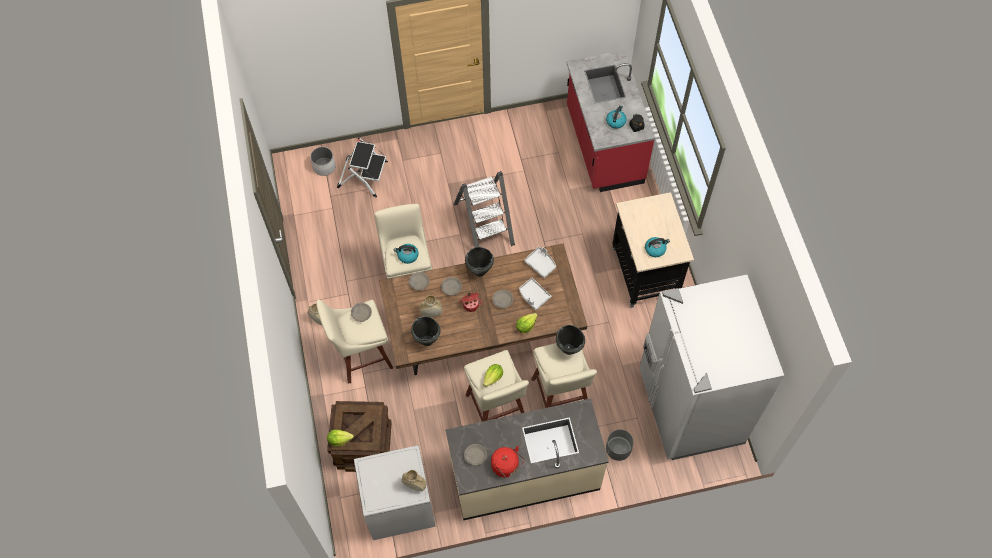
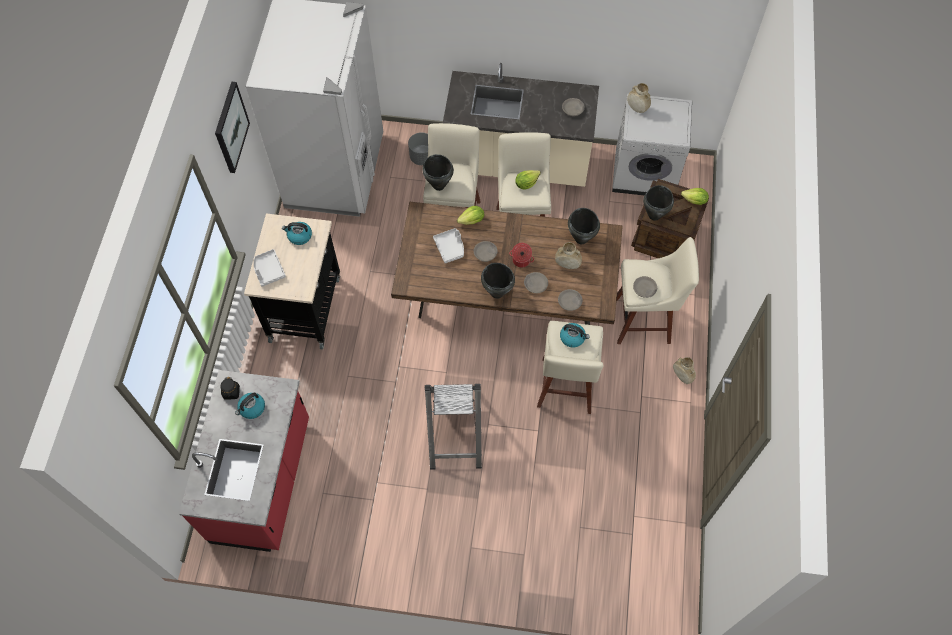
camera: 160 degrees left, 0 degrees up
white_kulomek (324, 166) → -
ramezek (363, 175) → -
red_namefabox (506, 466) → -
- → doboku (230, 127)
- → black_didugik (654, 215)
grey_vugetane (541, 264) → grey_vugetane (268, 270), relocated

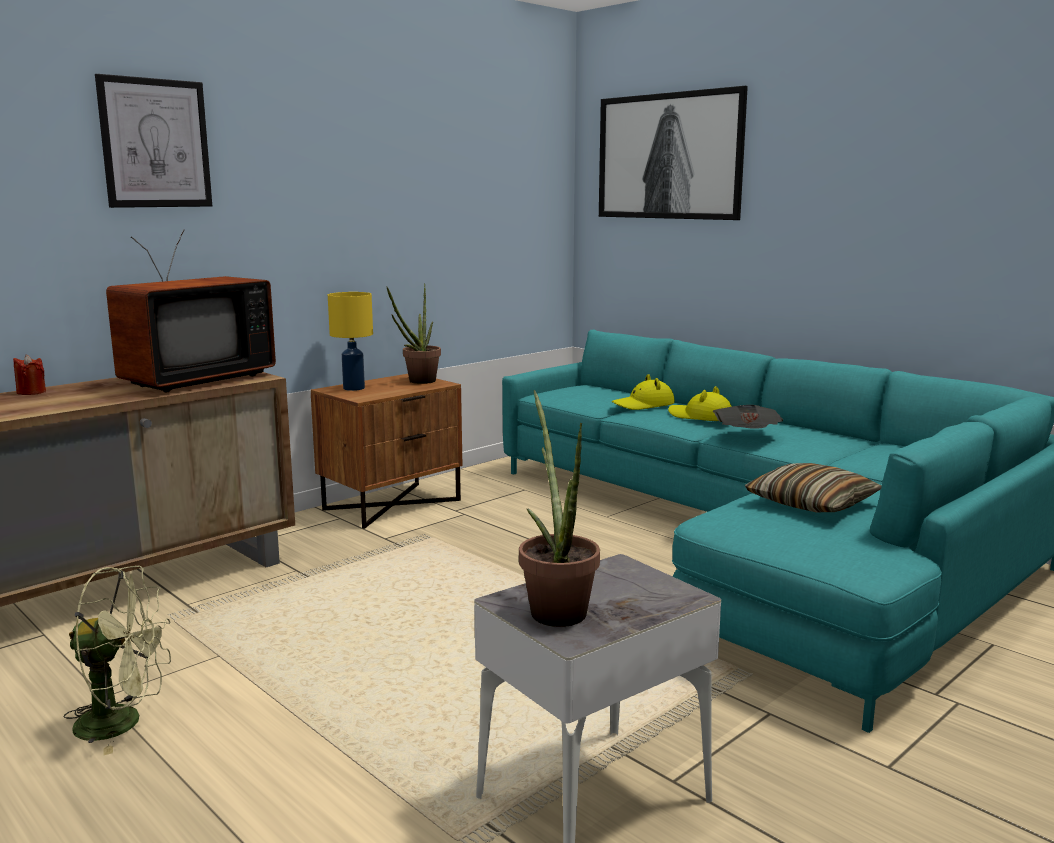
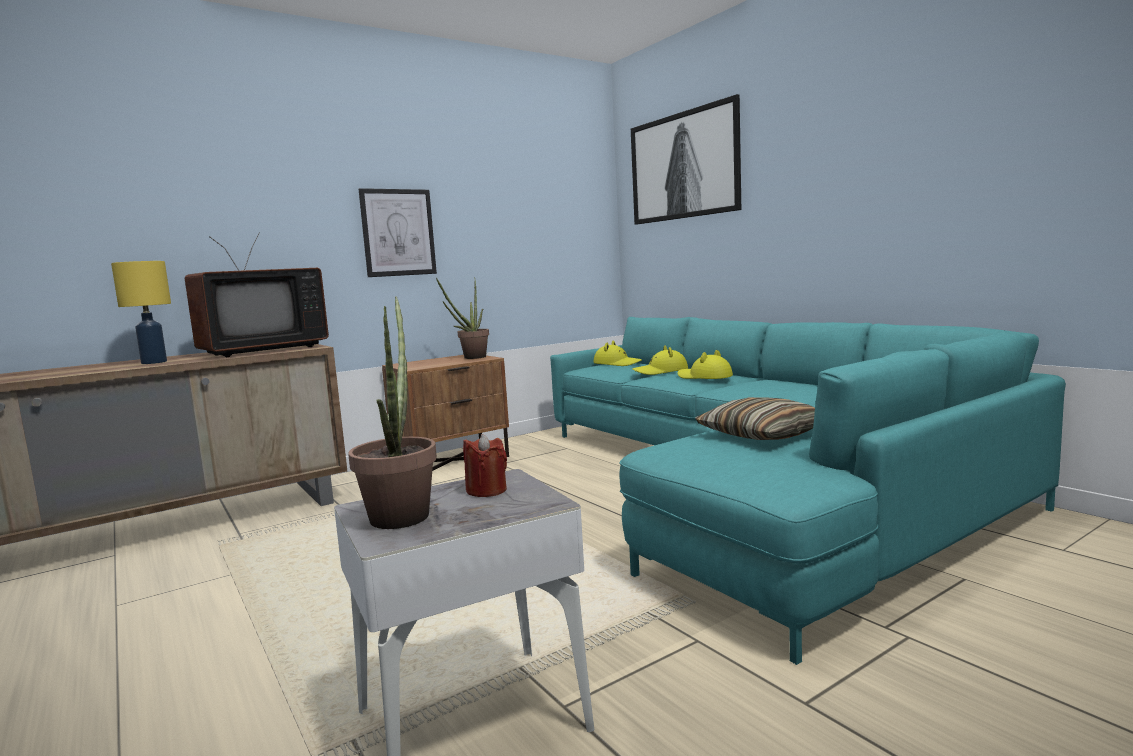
camera: 10 degrees right, 5 degrees down
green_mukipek (123, 722) → -
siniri (747, 436) → -
- → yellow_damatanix (617, 364)
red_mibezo (31, 392) → red_mibezo (486, 490), relocated
doboku (155, 143) → doboku (398, 232), relocated
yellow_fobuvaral (353, 388) → yellow_fobuvaral (154, 362), relocated

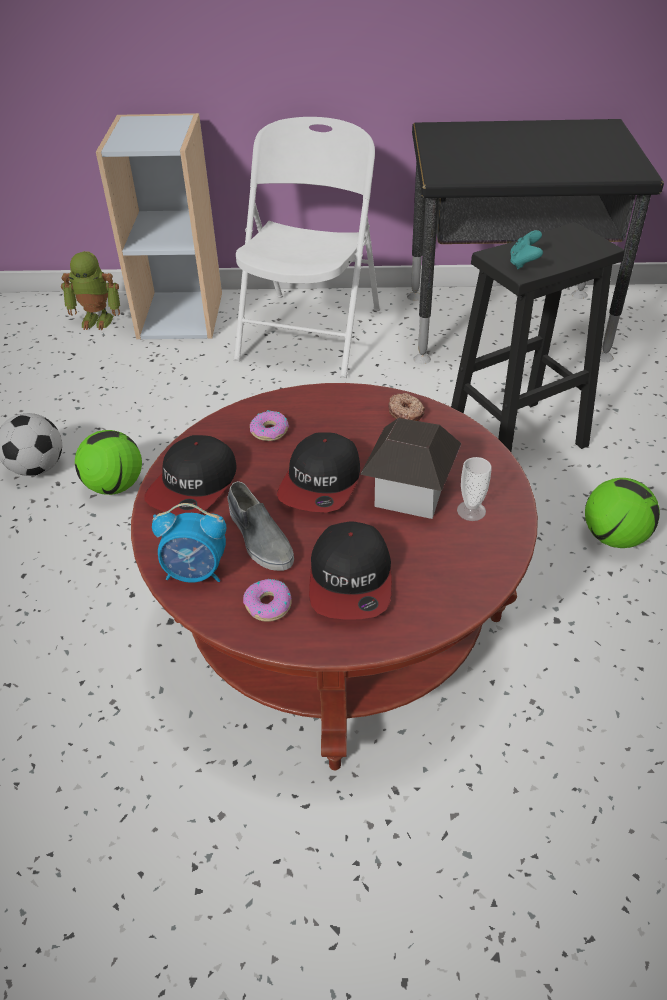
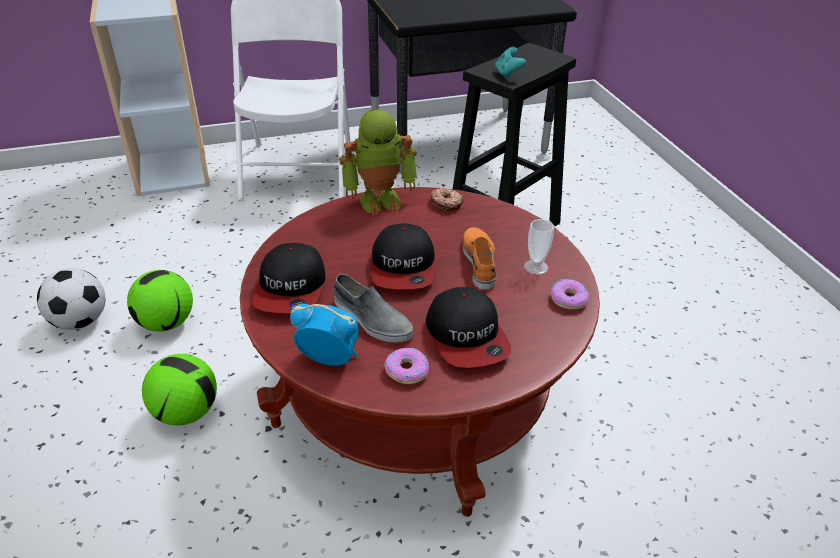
camera: 20 degrees left, 5 degrees down
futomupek (98, 319) → futomupek (380, 199), relocated
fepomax (270, 431) → fepomax (569, 299), relocated
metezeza (614, 537) → metezeza (186, 412), relocated
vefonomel (409, 492) → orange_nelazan (480, 261)
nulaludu (196, 572) → nulaludu (329, 358), 150 degrees counterclockwise

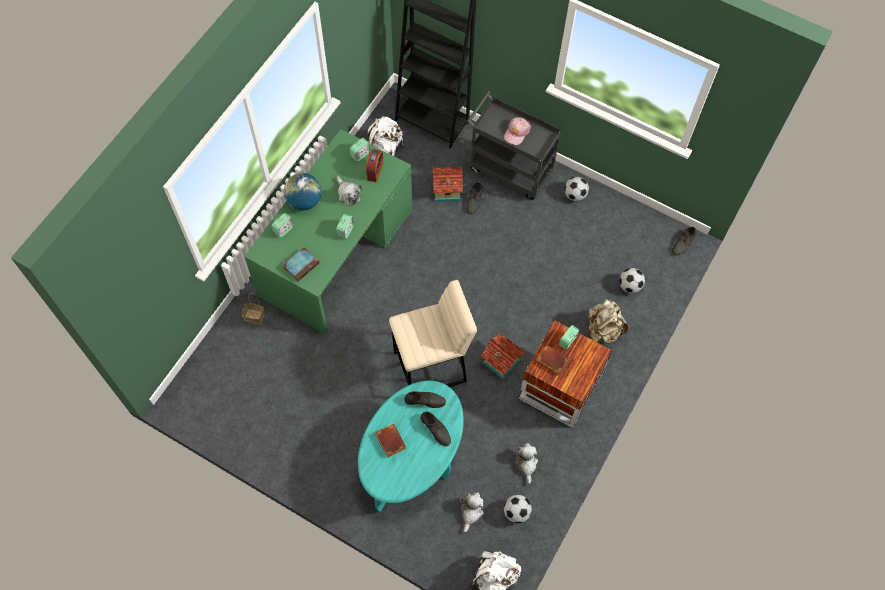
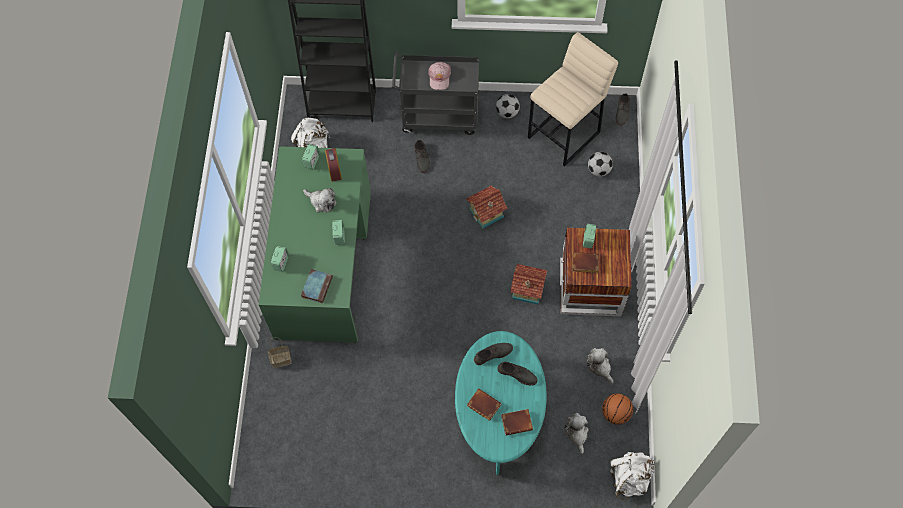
camera: 25 degrees left, 0 degrees up
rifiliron (304, 201) → -
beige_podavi (603, 330) → -
- → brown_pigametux (517, 422)
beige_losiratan (432, 366) → beige_losiratan (565, 133), relocated
vefonomel (447, 191) → vefonomel (487, 214), relocated
metezeza (516, 512) → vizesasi (615, 413)

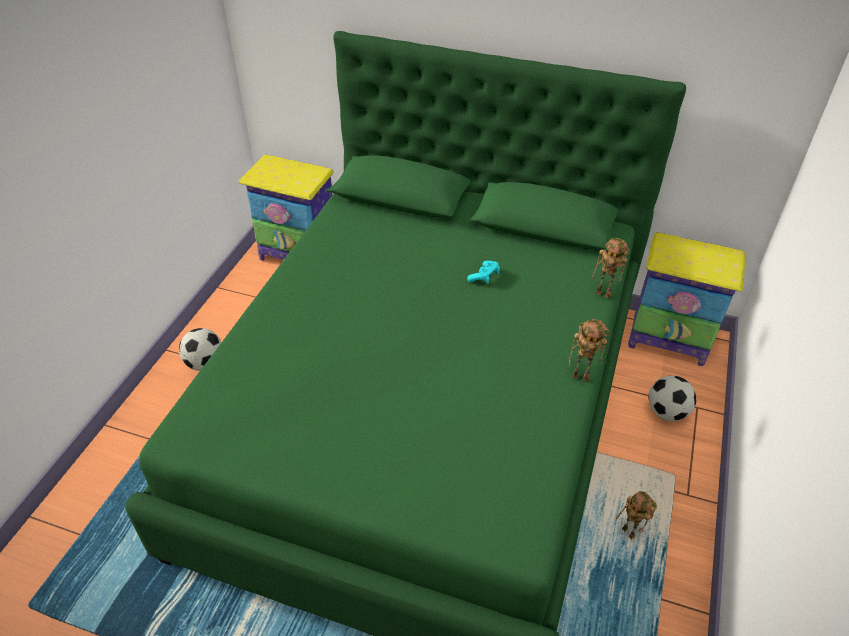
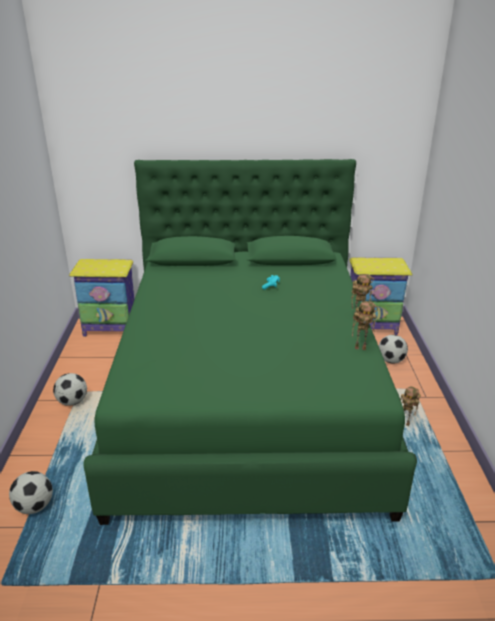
camera: 20 degrees left, 15 degrees down
- → metezeza (34, 506)
futomupek (605, 293) → futomupek (361, 347), relocated

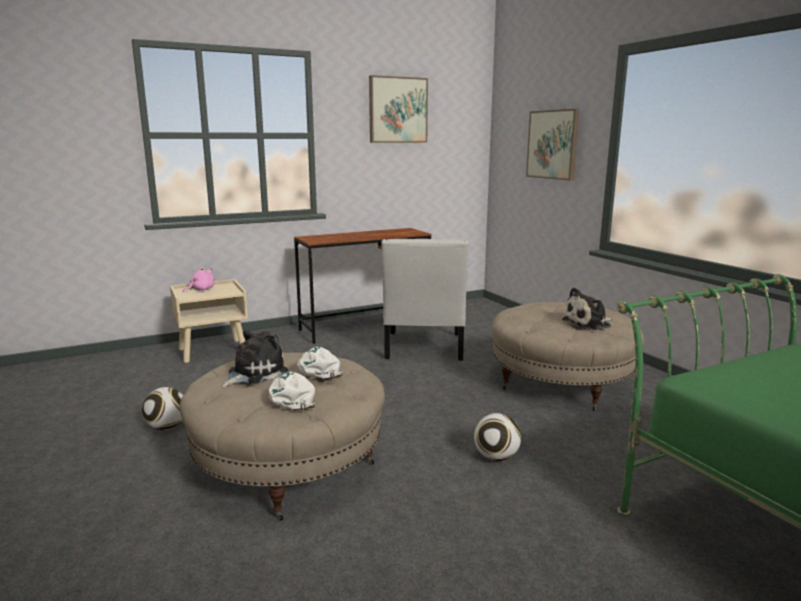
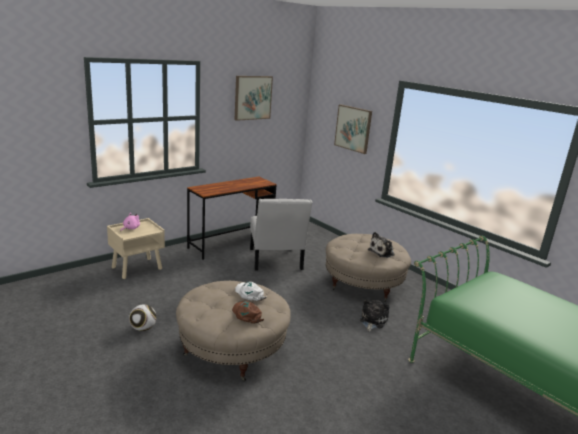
camera: 15 degrees left, 5 degrees up
metezeza (496, 457) → -
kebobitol (254, 373) → kebobitol (372, 321), relocated
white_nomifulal (292, 396) → brown_nomifulal (246, 314)

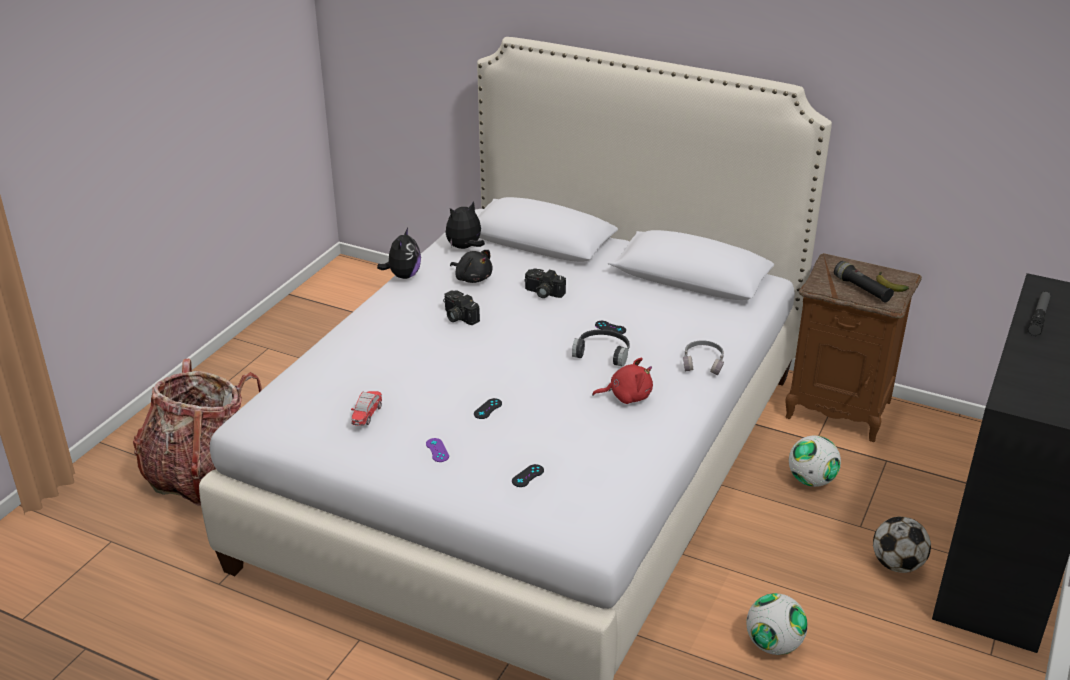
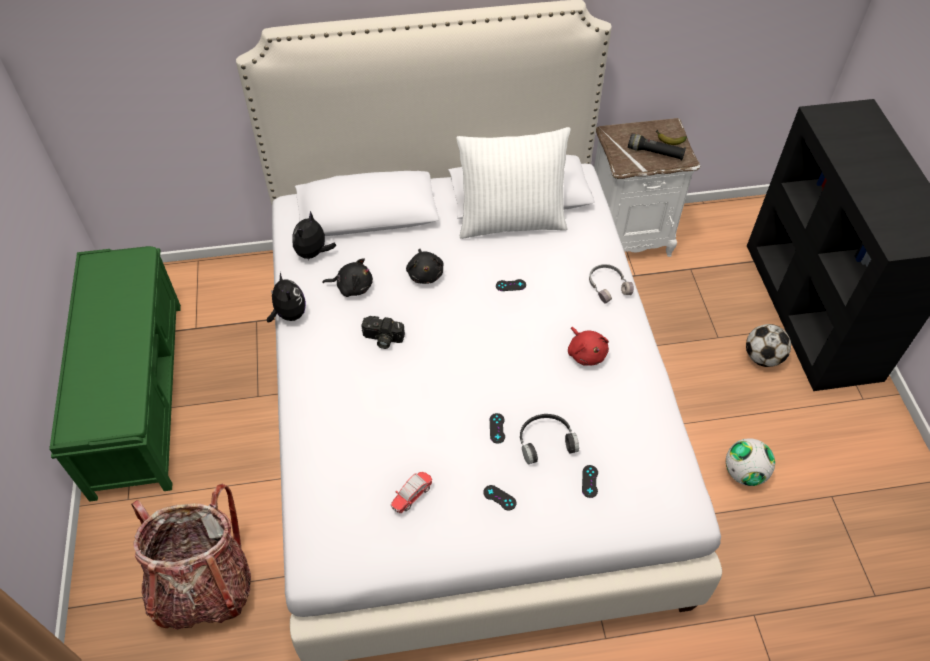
camera: 35 degrees left, 20 degrees up
metezeza (811, 480) → -
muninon (1038, 317) → -
- → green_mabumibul (138, 394)
- → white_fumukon (511, 220)
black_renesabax (603, 352) → black_renesabax (545, 441), relocated
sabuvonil (543, 293) → black_kebobitol (425, 274)
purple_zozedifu (437, 450) → black_zozedifu (499, 497)
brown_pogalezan (839, 410) → white_pogalezan (628, 238)
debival (367, 415) → debival (412, 496), 60 degrees clockwise
red_kebobitol (627, 396) → red_kebobitol (586, 353), 105 degrees clockwise

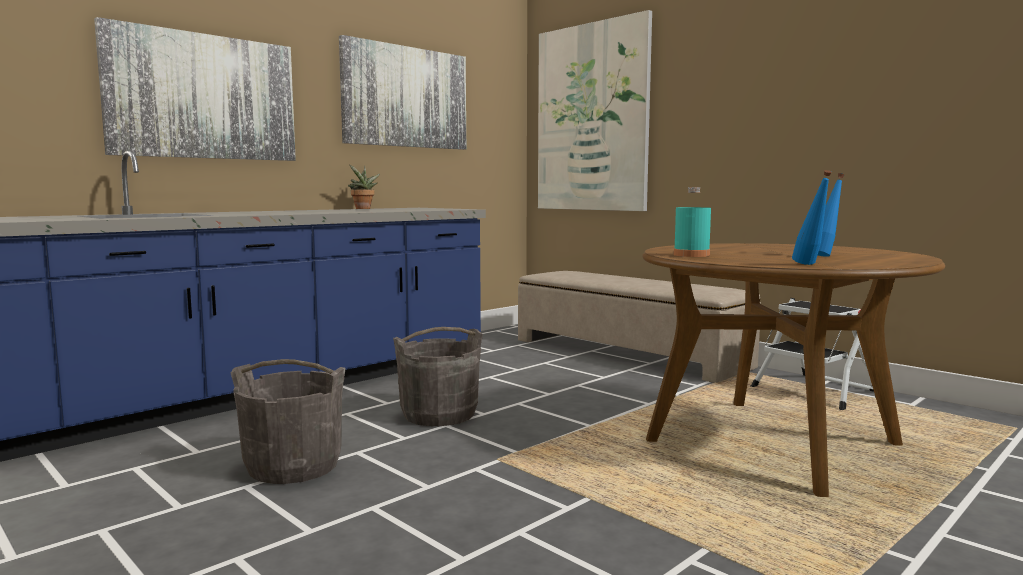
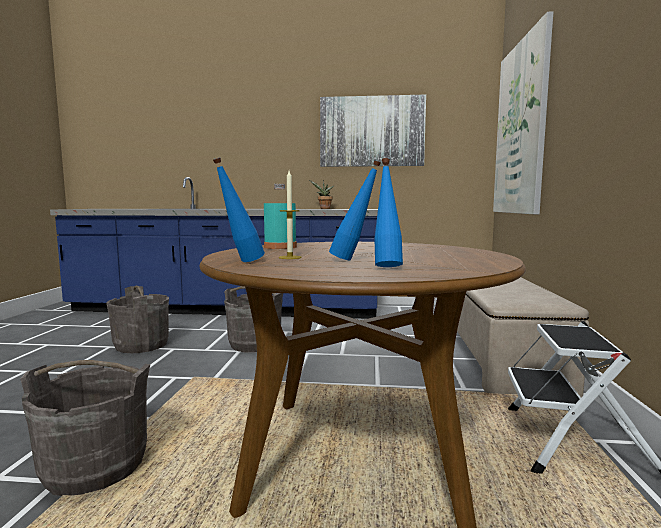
camera: 50 degrees right, 0 degrees up
doboku (203, 97) → -
- → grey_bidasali (95, 467)
- → mibezo (290, 257)
- → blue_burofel (386, 266)

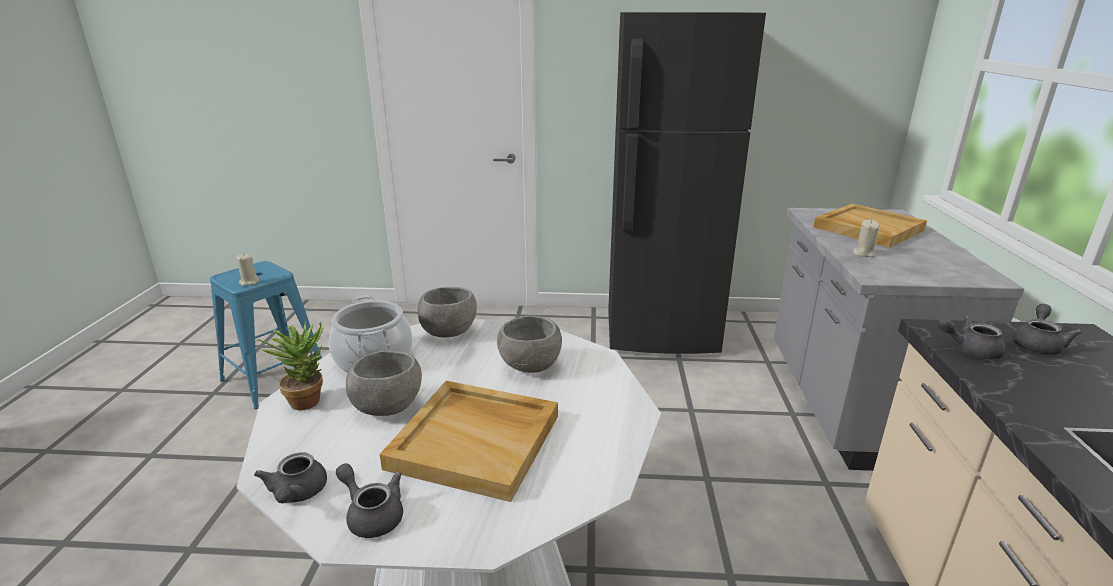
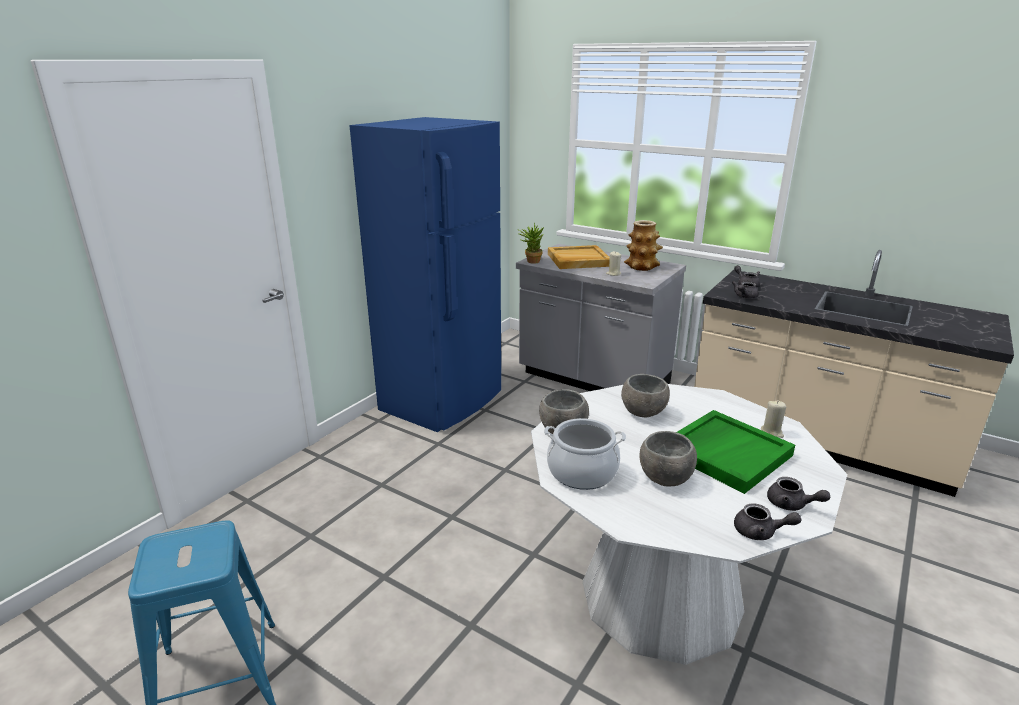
camera: 60 degrees left, 0 degrees up
- → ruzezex (642, 267)
beige_mibezo (249, 282) → beige_mibezo (771, 433), relocated
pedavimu (307, 398) → pedavimu (531, 261), relocated
beige_vugetane (477, 441) → green_vugetane (726, 452)
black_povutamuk (660, 333) → blue_povutamuk (442, 402)
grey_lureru (372, 514) → grey_lureru (791, 505), 120 degrees counterclockwise

